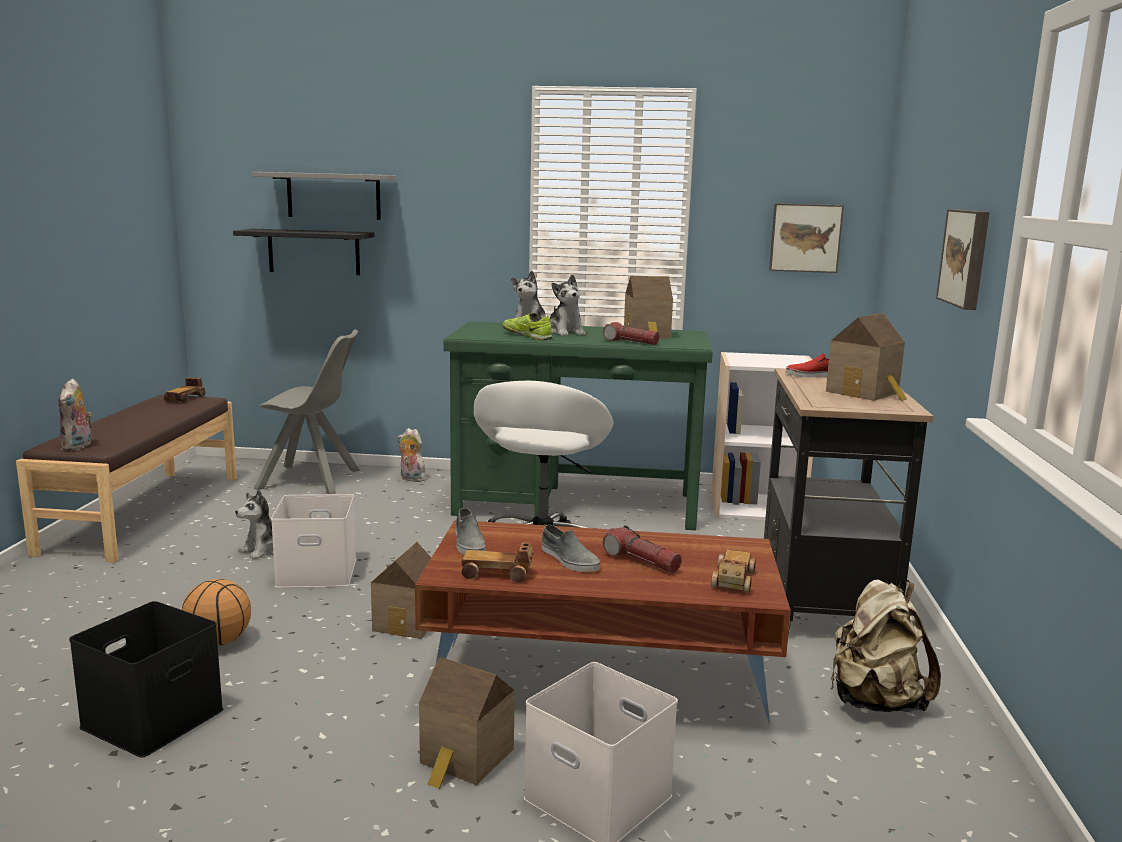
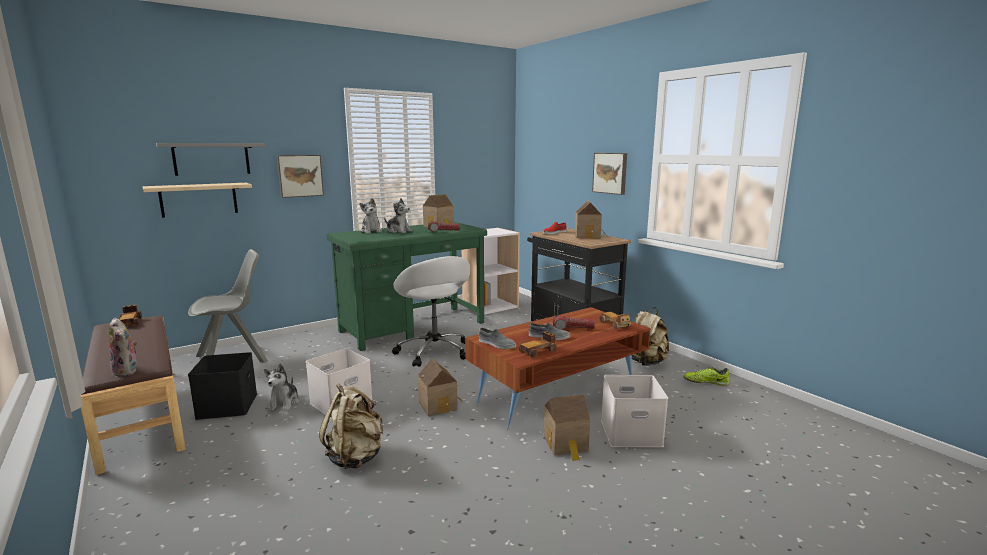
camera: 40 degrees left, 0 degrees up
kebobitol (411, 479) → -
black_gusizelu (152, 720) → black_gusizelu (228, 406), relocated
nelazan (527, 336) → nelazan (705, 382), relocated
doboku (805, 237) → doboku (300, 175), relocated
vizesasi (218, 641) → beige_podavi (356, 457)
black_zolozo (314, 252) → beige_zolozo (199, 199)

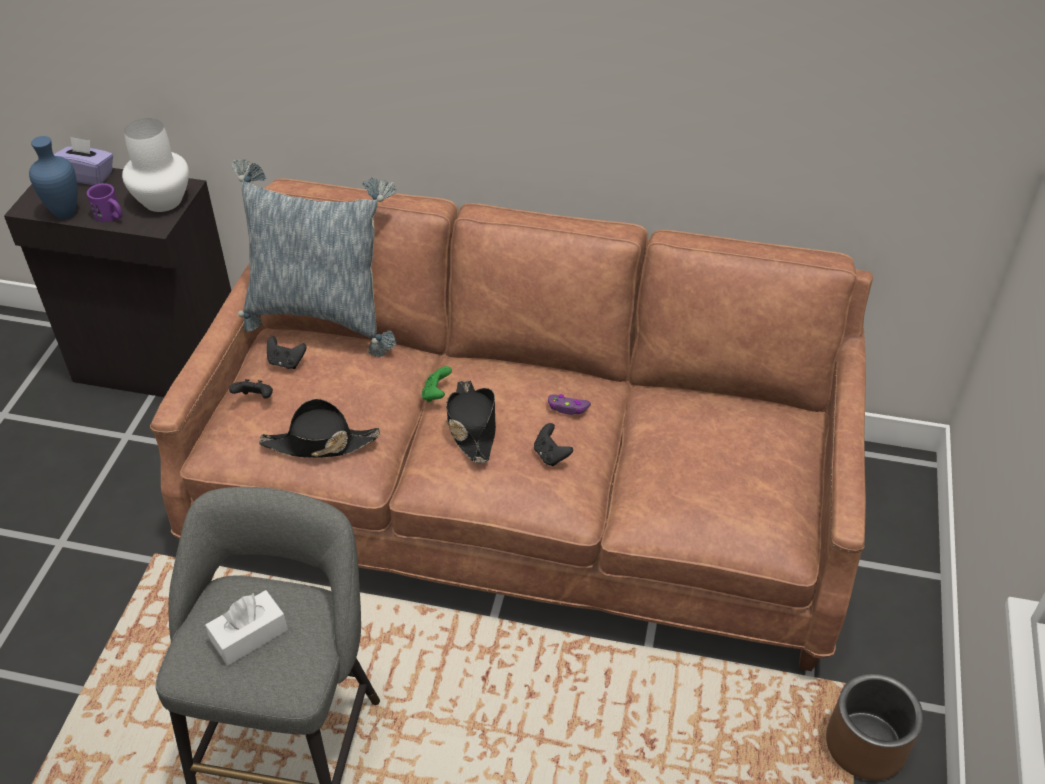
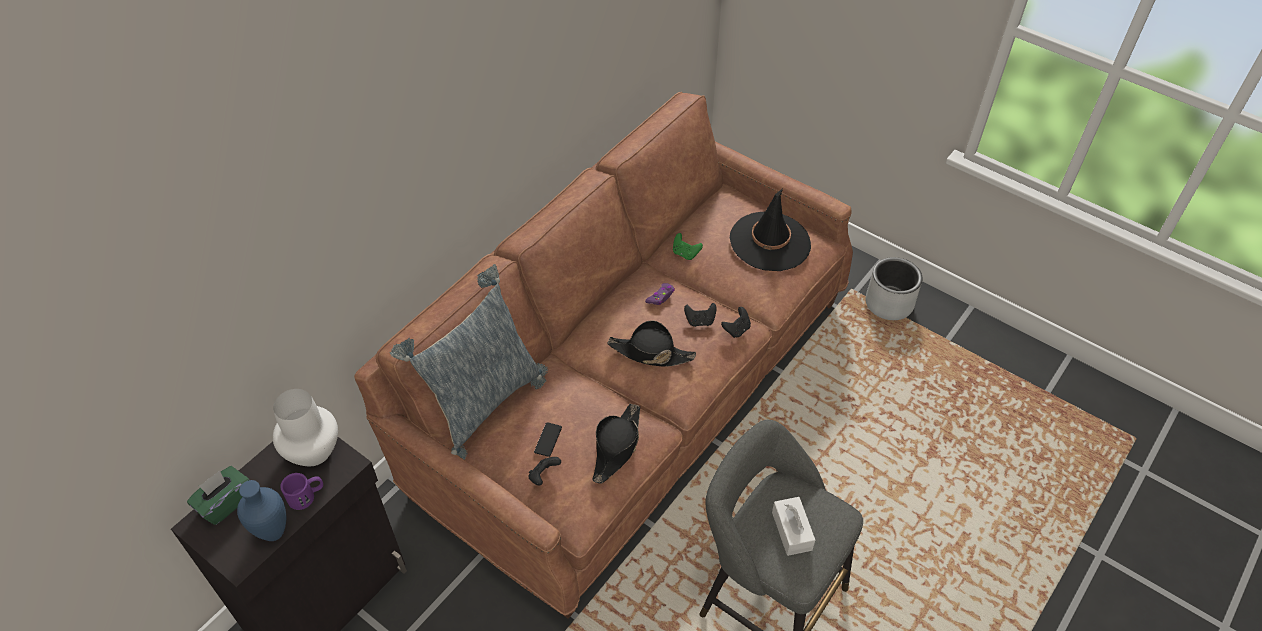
camera: 65 degrees left, 5 degrees up
- → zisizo (548, 439)
- → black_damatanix (770, 242)
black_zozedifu (286, 362) → black_zozedifu (736, 329), relocated
green_zozedifu (436, 394) → green_zozedifu (685, 254), relocated
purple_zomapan (88, 176) → green_zomapan (225, 503)
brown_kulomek (865, 745) → grey_kulomek (889, 304)

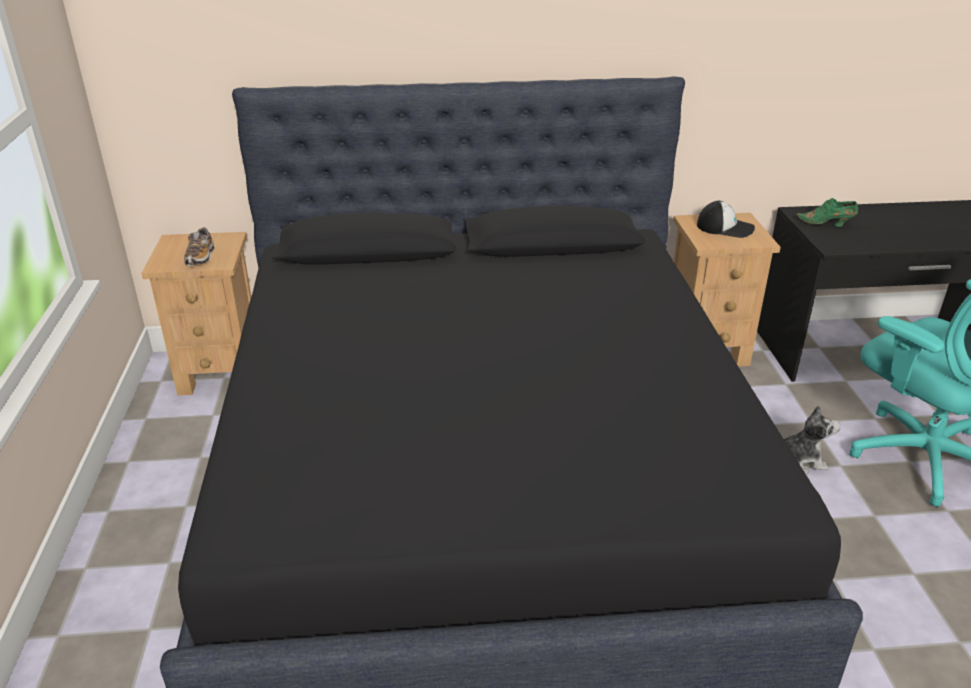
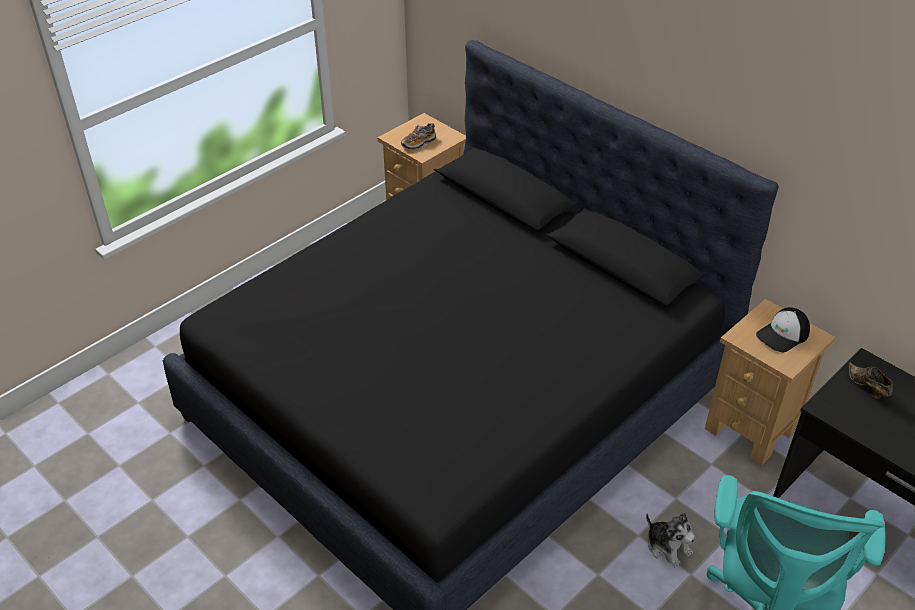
camera: 50 degrees right, 10 degrees up
green_nelazan (826, 224) → brown_nelazan (867, 388)
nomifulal (725, 227) → nomifulal (783, 335), 75 degrees clockwise

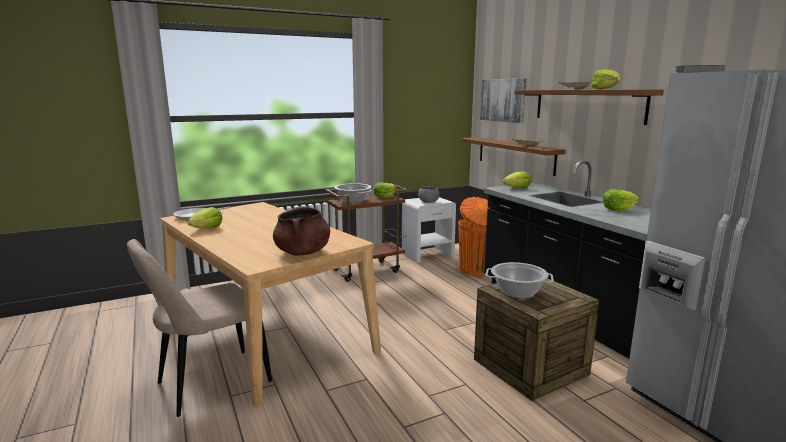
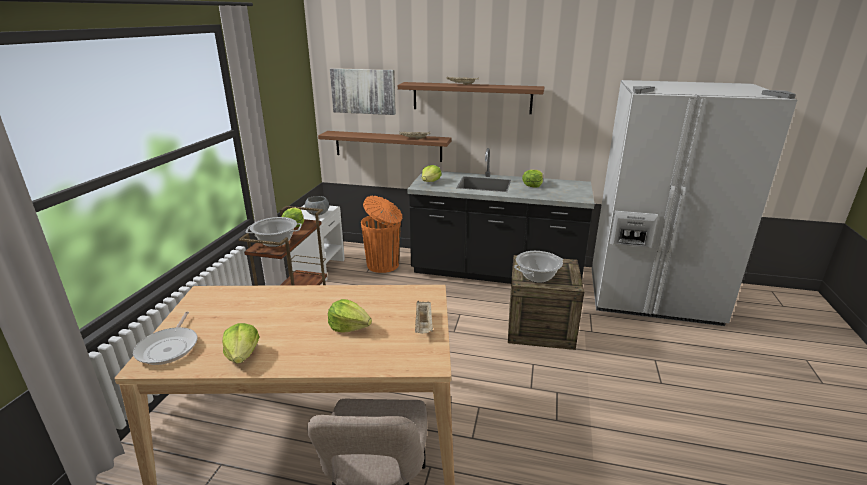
camera: 50 degrees left, 10 degrees up
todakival (605, 89) → todakival (349, 327), relocated
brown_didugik (302, 252) → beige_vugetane (424, 325)

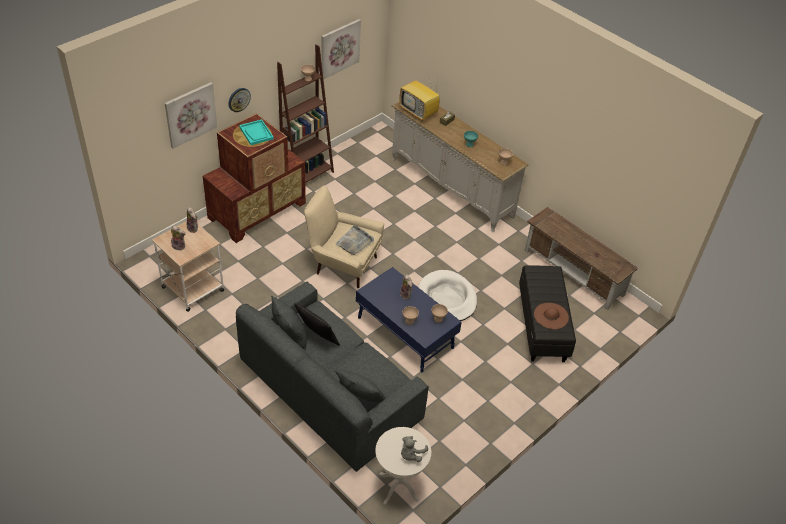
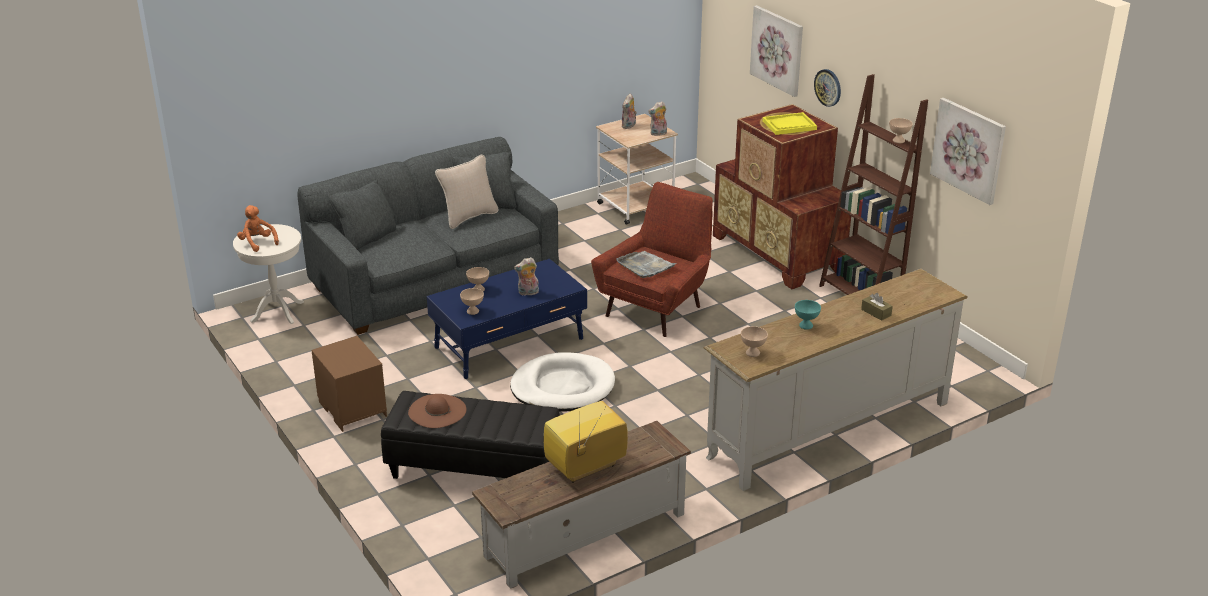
camera: 105 degrees right, 15 degrees down
- → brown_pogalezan (351, 409)
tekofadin (419, 113) → tekofadin (585, 468), relocated
turquoise_vugetane (256, 133) → yellow_vugetane (789, 125)
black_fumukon (317, 339) → beige_fumukon (468, 217)
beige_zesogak (343, 264) → red_zesogak (656, 308)
grey_kebobitol (411, 454) → orange_kebobitol (257, 243)

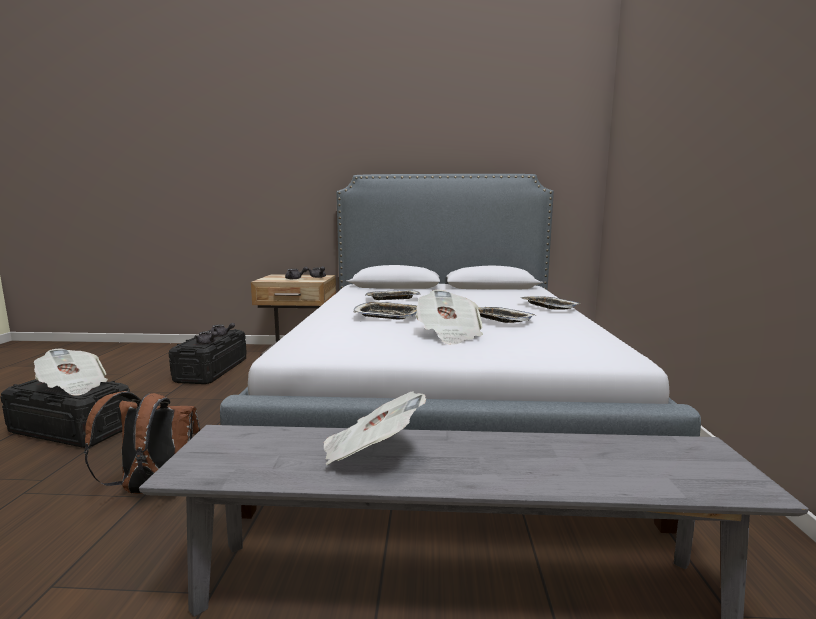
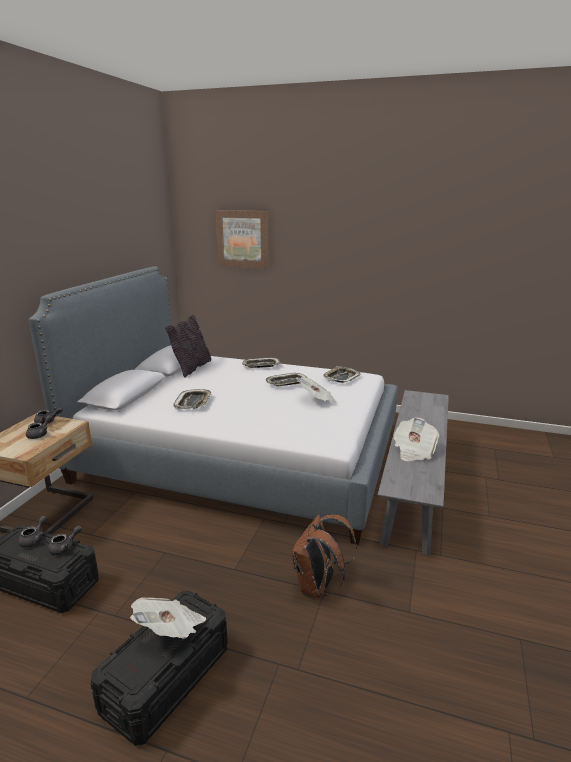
camera: 75 degrees left, 10 degrees up
- → black_fumukon (191, 368)
- → doboku (243, 239)
vugetane (387, 315) → vugetane (341, 377), relocated

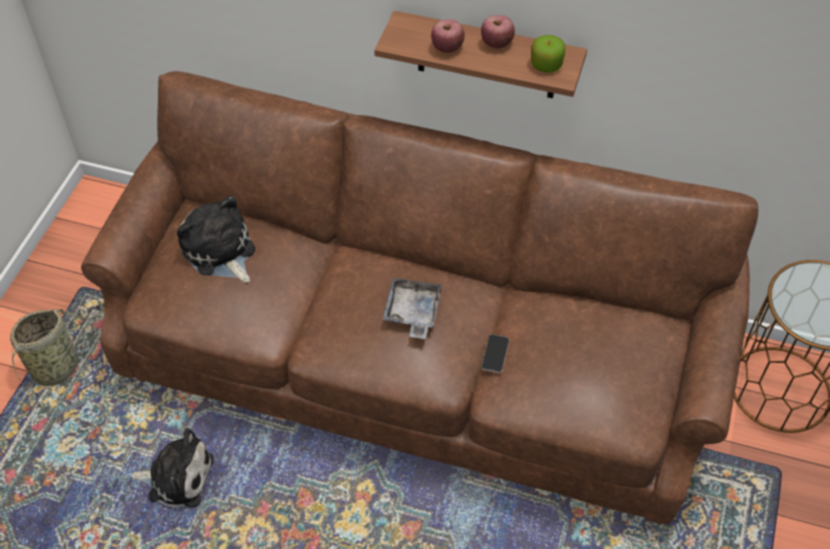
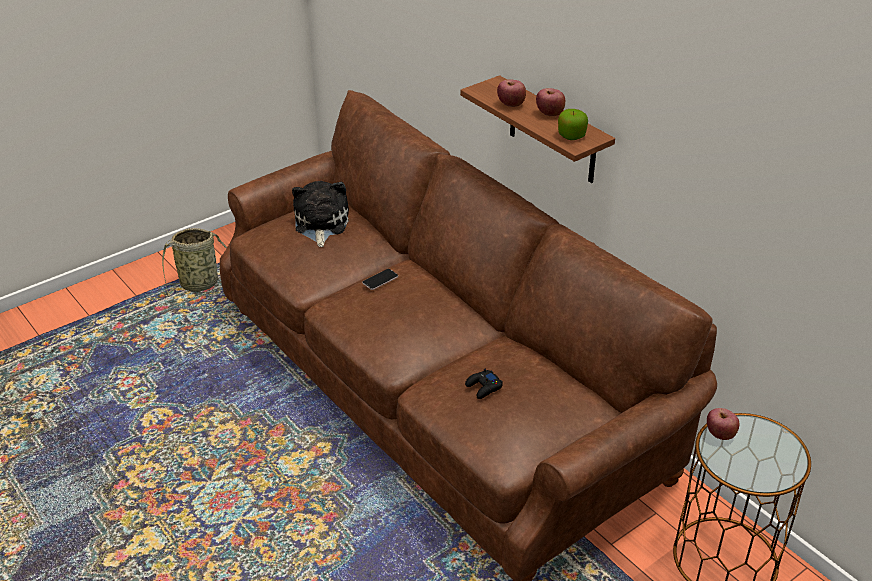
camera: 35 degrees right, 15 degrees down
kebobitol (176, 477) → -
grey_vugetane (412, 312) → -
- → black_zozedifu (483, 387)
- → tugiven (720, 434)
zisizo (495, 354) → zisizo (380, 280), relocated

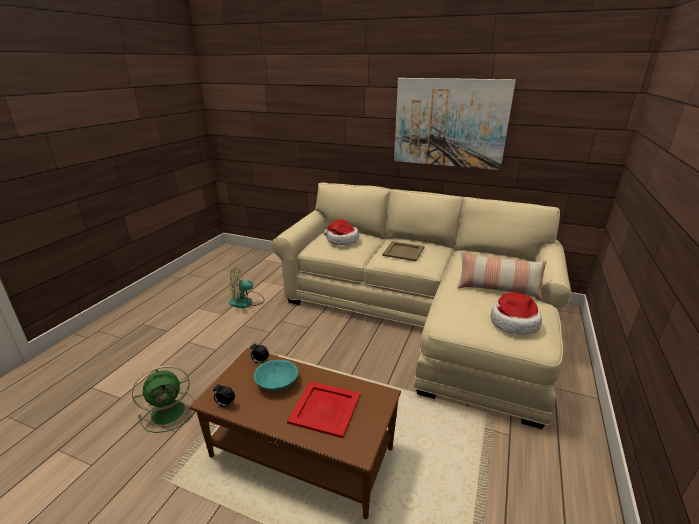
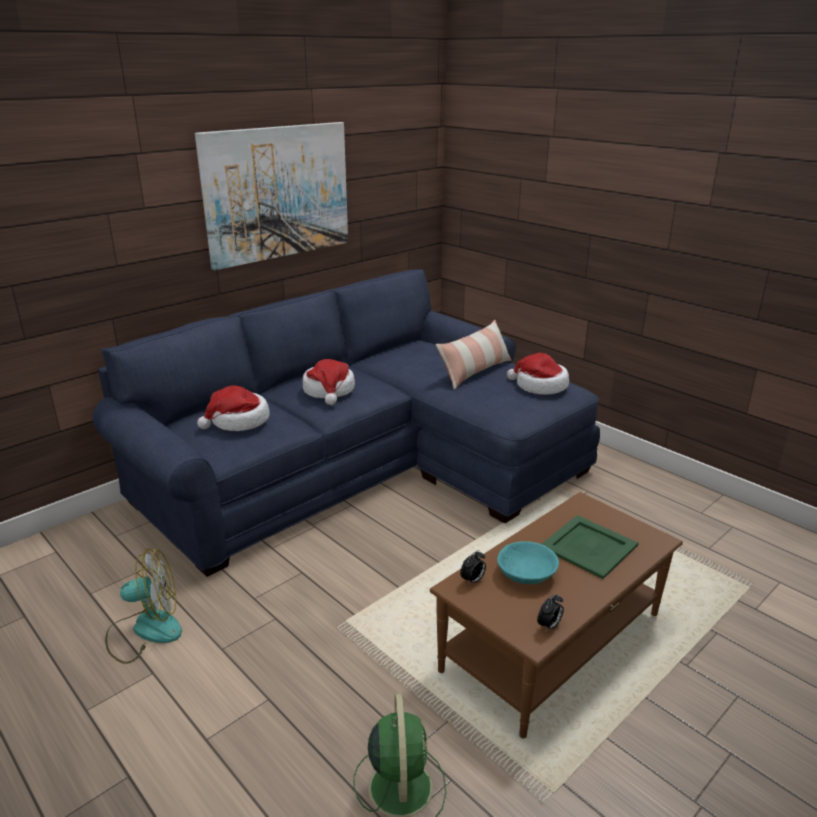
camera: 65 degrees left, 0 degrees up
beige_vugetane (403, 251) → damatanix (329, 391)
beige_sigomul (424, 315) → blue_sigomul (366, 467)
red_vugetane (324, 408) → green_vugetane (588, 546)
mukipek (246, 302) → mukipek (145, 630), 105 degrees counterclockwise

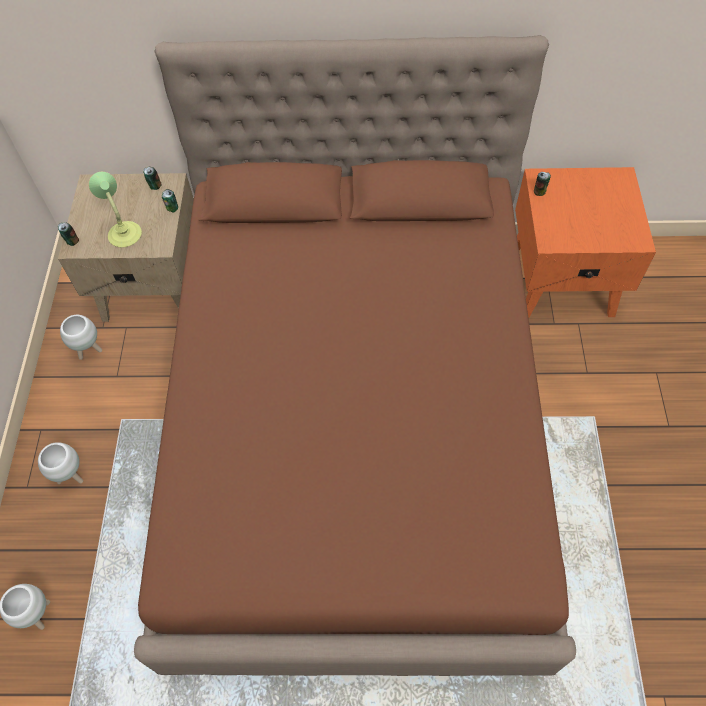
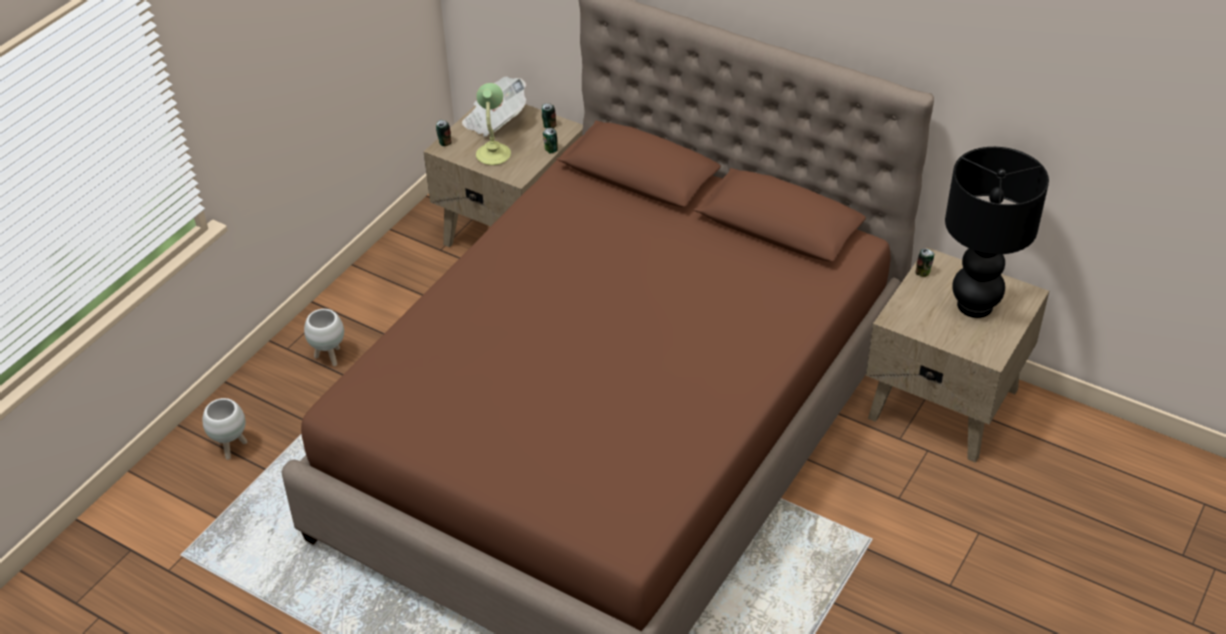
camera: 30 degrees right, 15 degrees down
white_kulomek (89, 350) → -
- → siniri (495, 121)
- → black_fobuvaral (975, 305)
orange_pogalezan (563, 280) → beige_pogalezan (945, 404)

